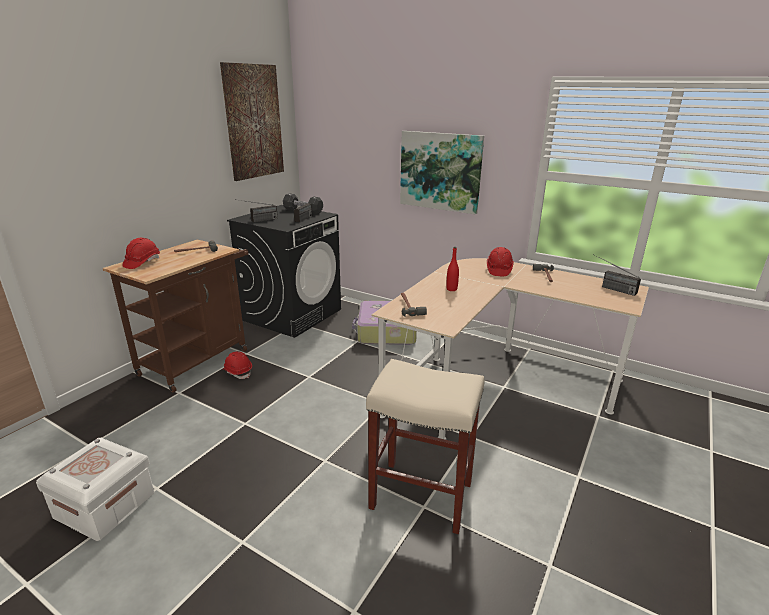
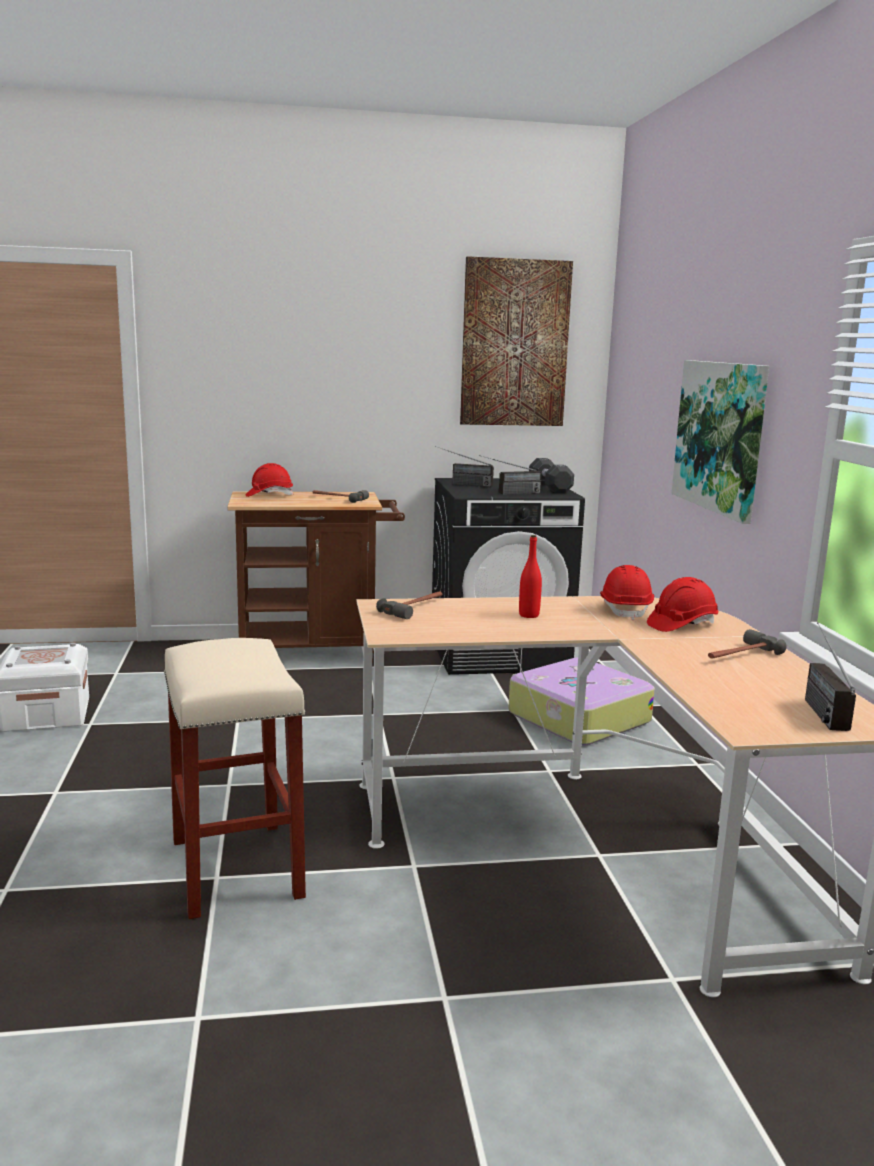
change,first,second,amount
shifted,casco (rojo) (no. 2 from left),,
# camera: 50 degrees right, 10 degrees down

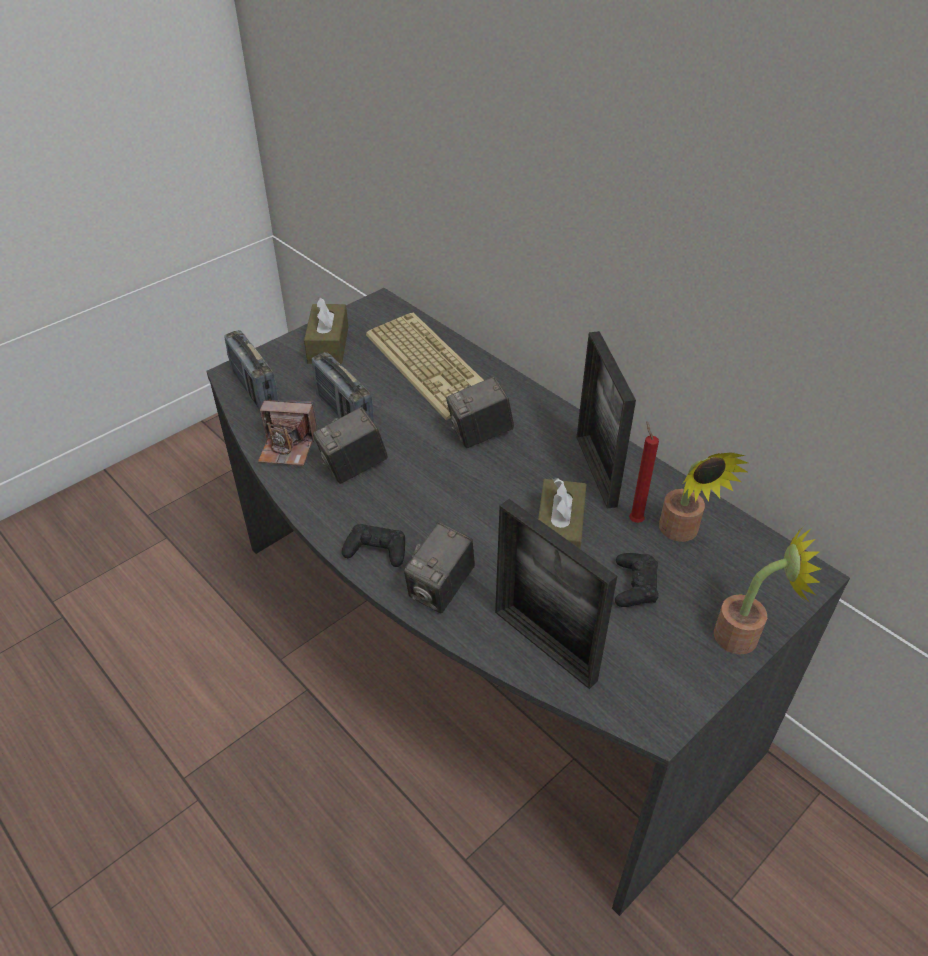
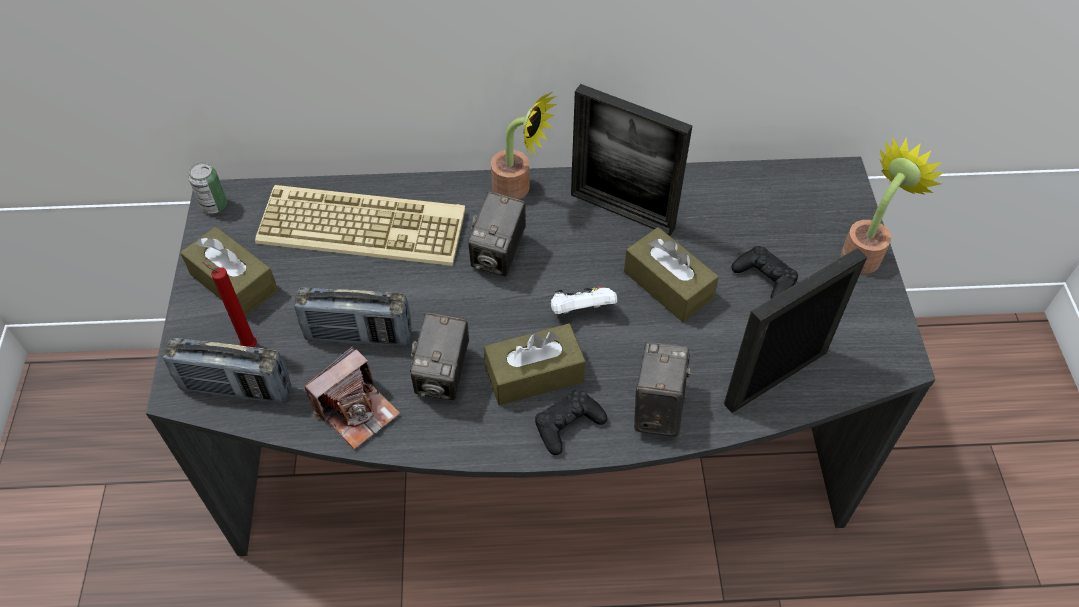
change,first,second,amount
new,,lata,
new,,caja de pañuelos (marrón) (no. 2 from left),
new,,mando de consola (blanco),
shifted,vela (rojo),,
shifted,planta en maceta (no. 1 from left),,
rotated,cámara (no. 3 from left in the first image),cámara (no. 4 from left),150 degrees counterclockwise
rotated,portarretratos (no. 1 from left in the first image),portarretratos (no. 2 from left),150 degrees clockwise
# camera: 50 degrees left, 10 degrees up

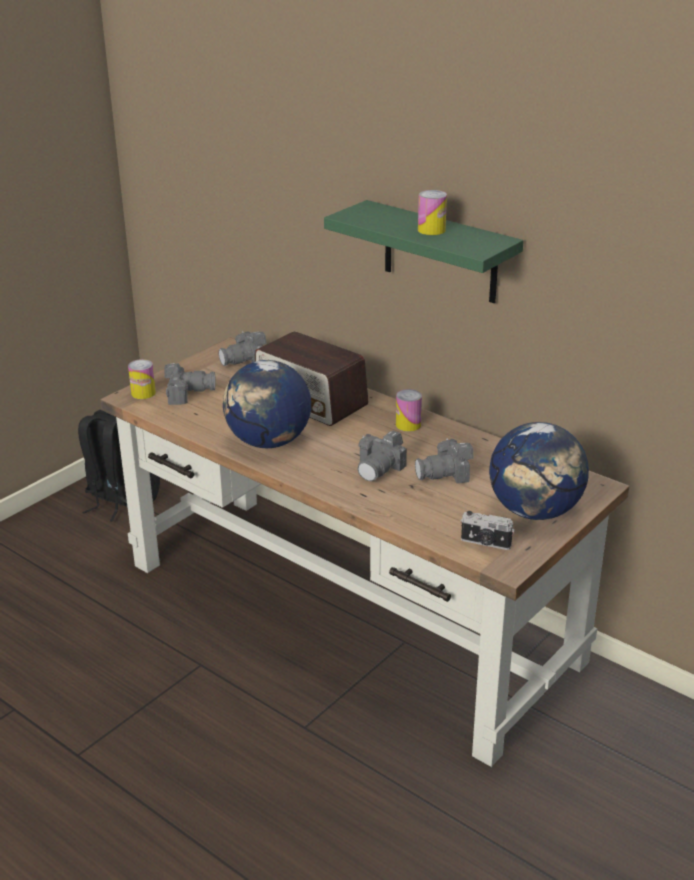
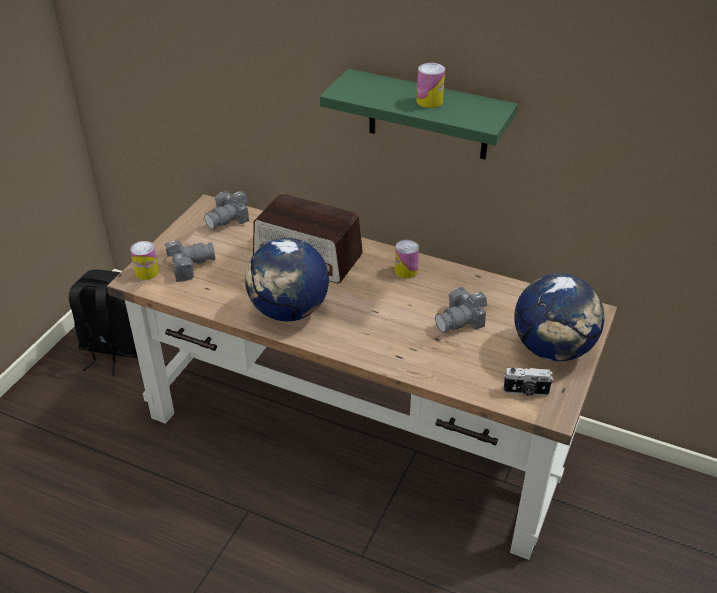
change,first,second,amount
gone,cámara (no. 3 from left),,
# camera: 15 degrees left, 10 degrees up

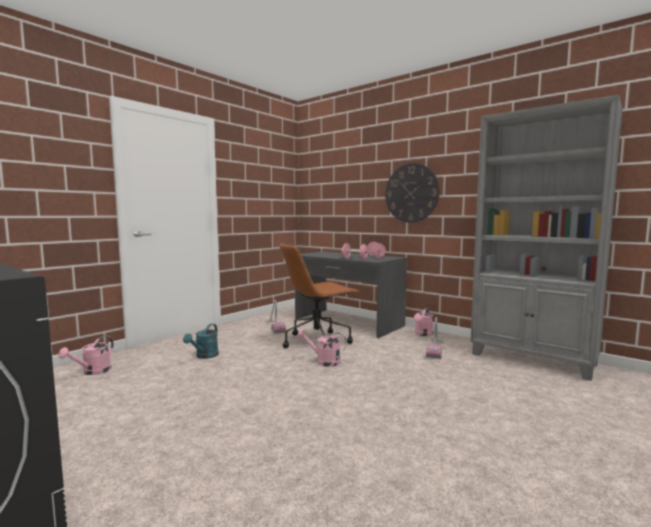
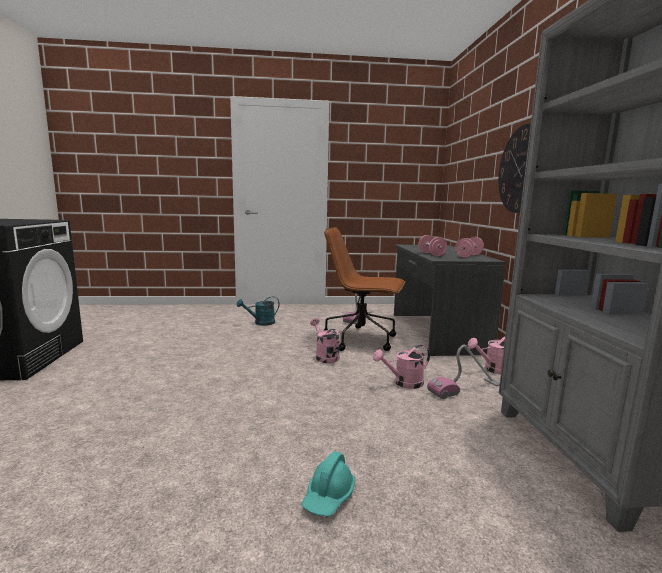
change,first,second,amount
new,,casco (turquesa),
shifted,regadera (rosa) (no. 1 from left in the first image),regadera (rosa) (no. 2 from left),
# camera: 45 degrees right, 5 degrees up

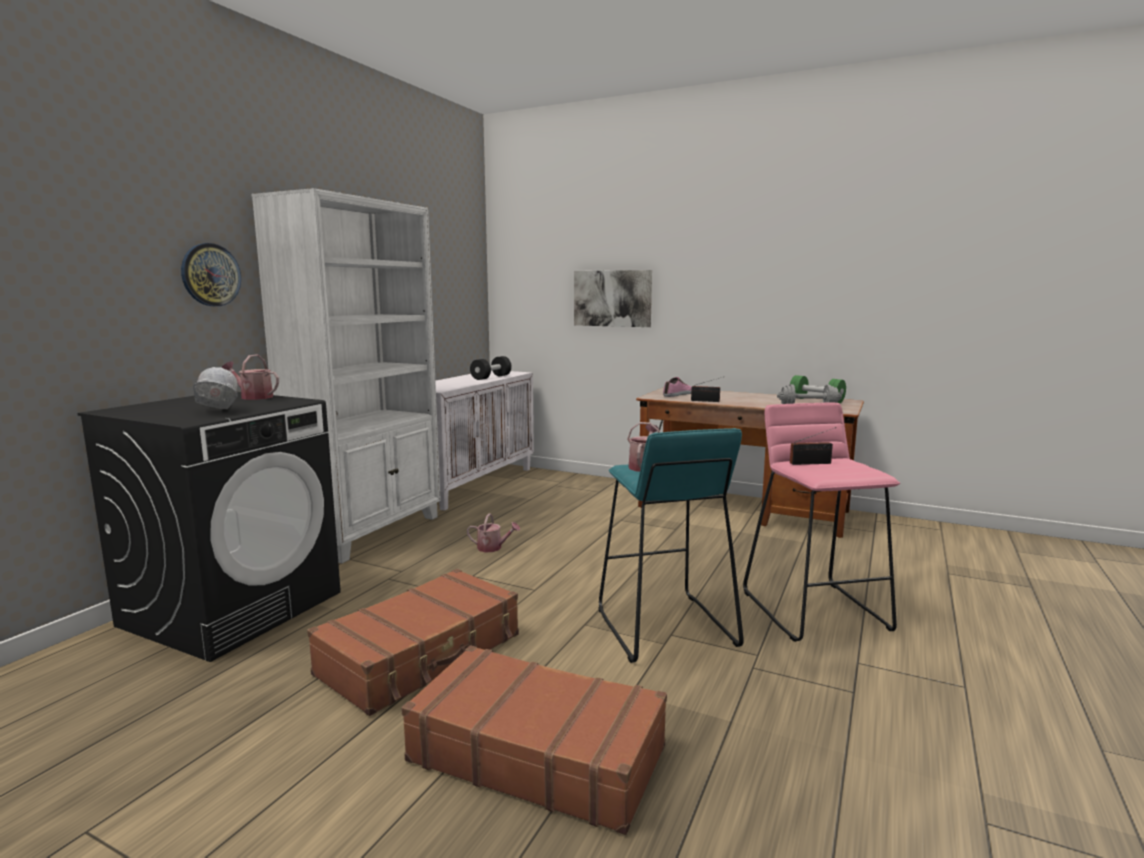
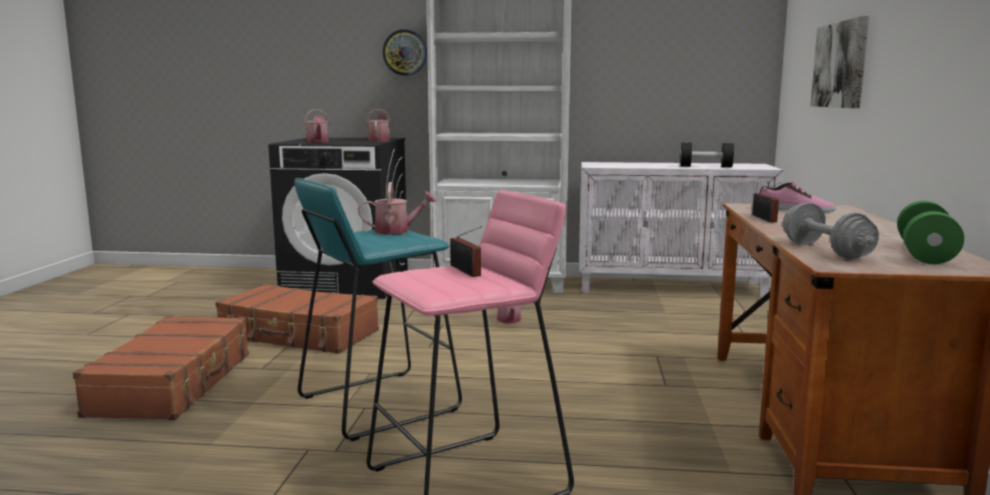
change,first,second,amount
swapped,casco (blanco),regadera (no. 1 from left),
# camera: 70 degrees right, 0 degrees up

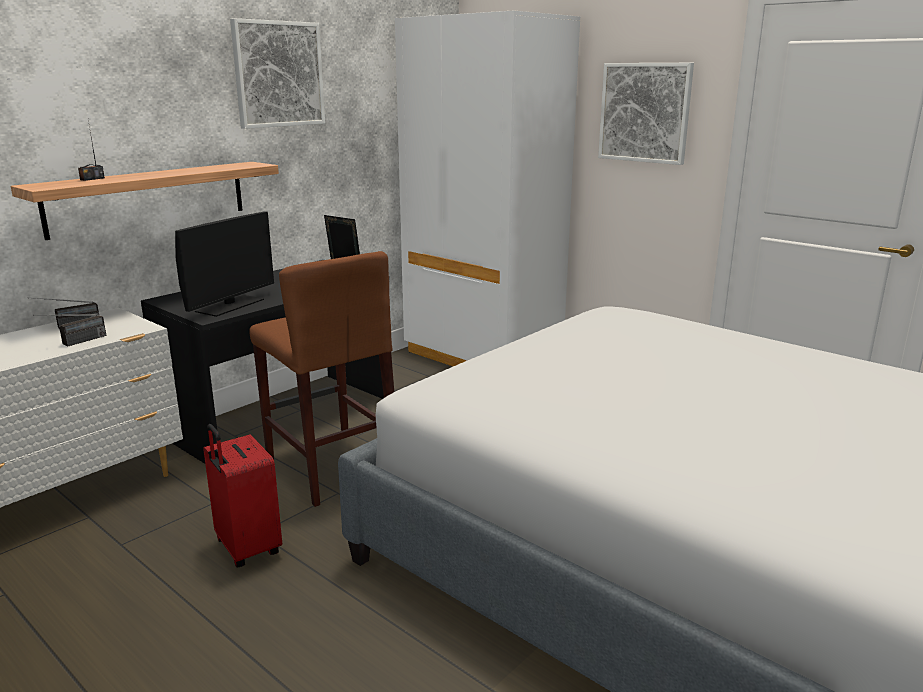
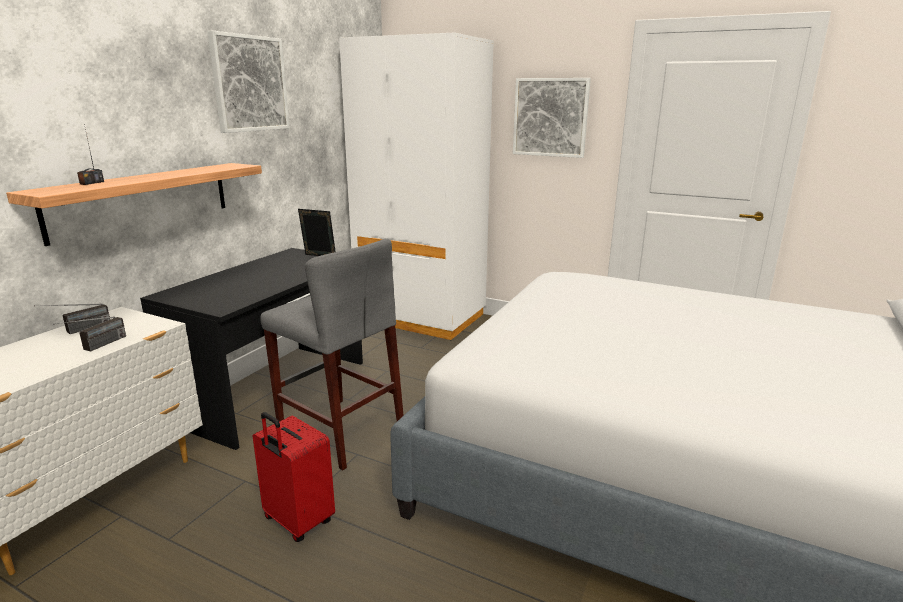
change,first,second,amount
gone,monitor,,
repainted,taburete (marrón),taburete (gris),
# camera: 15 degrees left, 0 degrees up

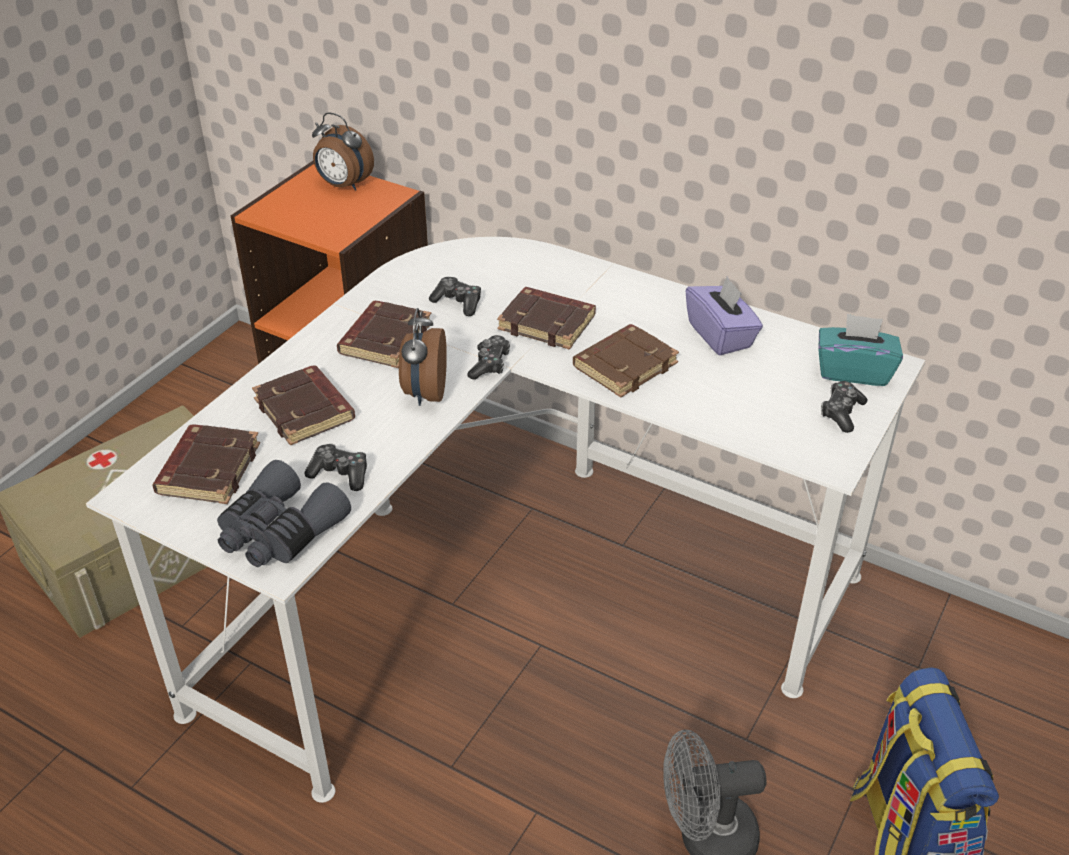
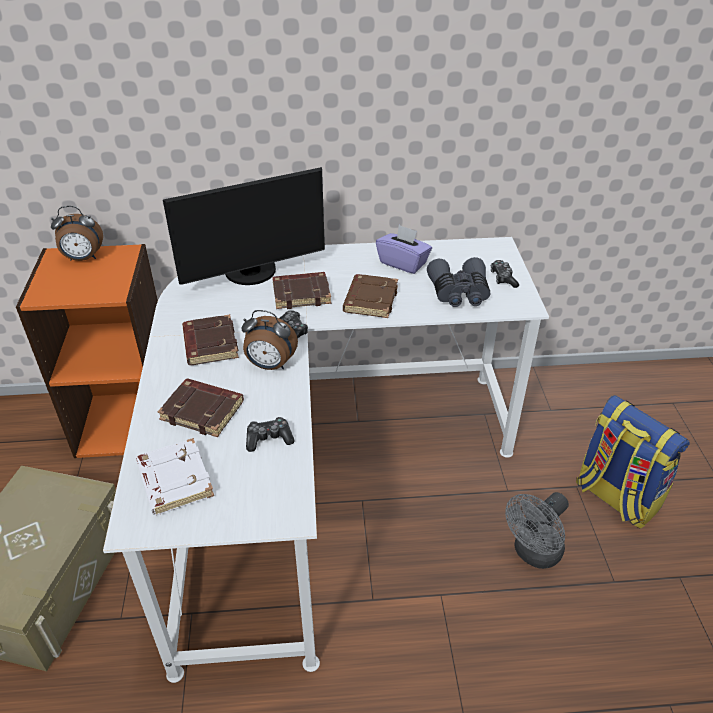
change,first,second,amount
gone,mando de consola (no. 2 from left),,
gone,caja de pañuelos (turquesa),,
new,,monitor,
shifted,prismáticos (gris),,
repainted,libro (marrón) (no. 1 from left),libro (blanco),
rotated,despertador (no. 2 from left),,45 degrees counterclockwise
# camera: 35 degrees left, 0 degrees up

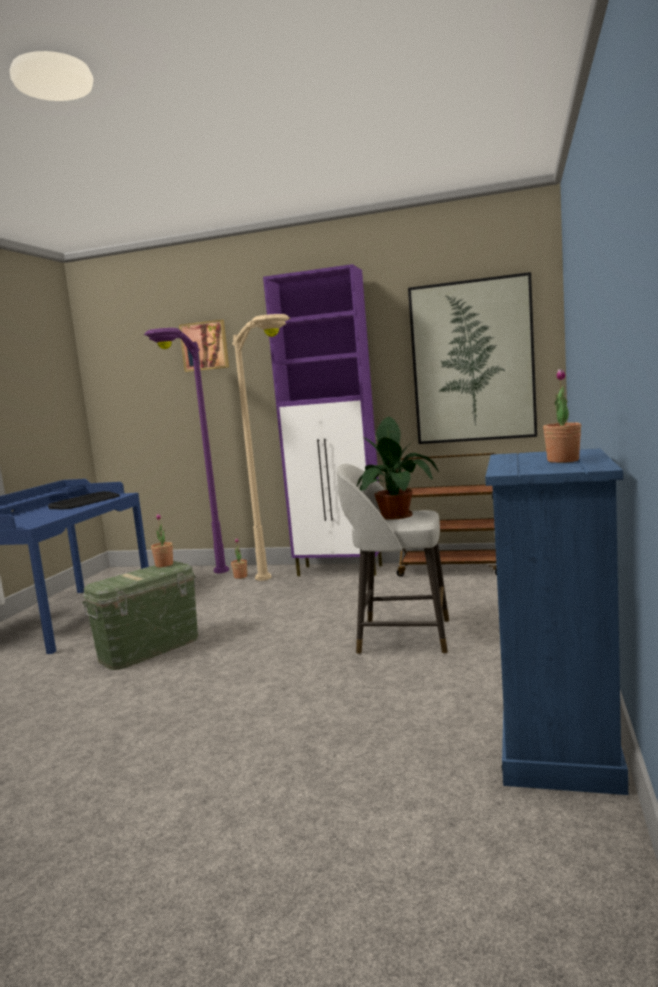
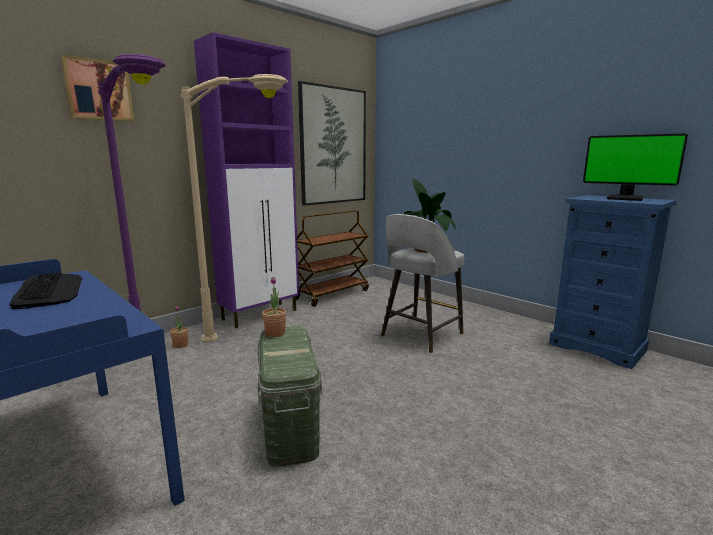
change,first,second,amount
swapped,planta en maceta (no. 4 from left),monitor,
# camera: 60 degrees left, 5 degrees up

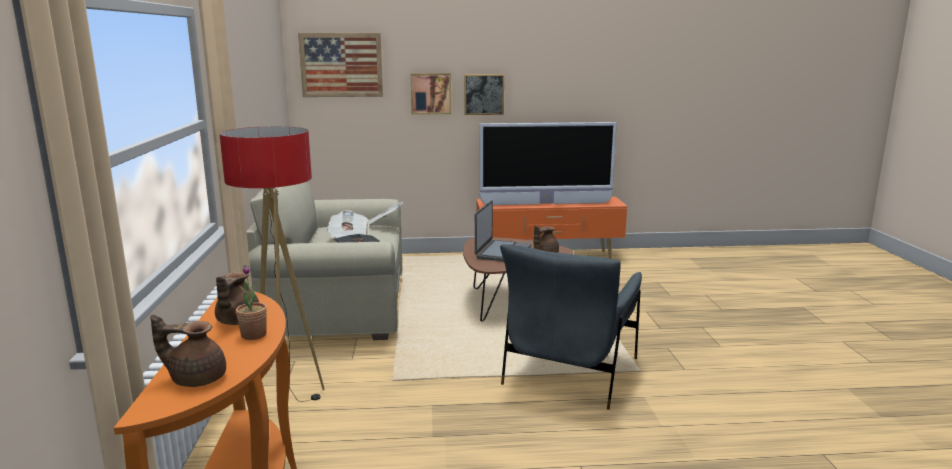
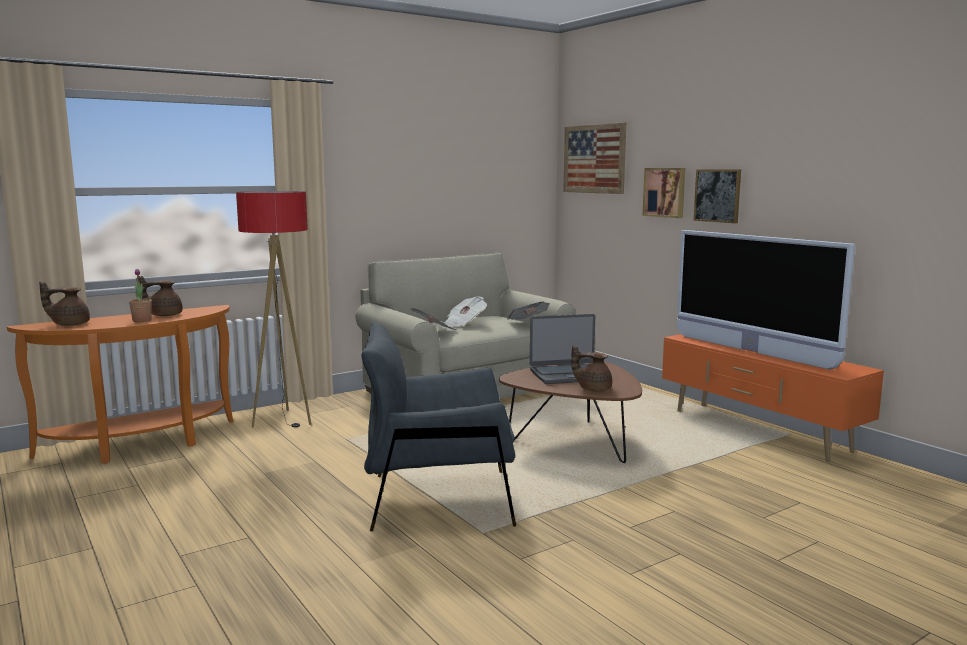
change,first,second,amount
rotated,tetera (marrón) (no. 1 from left),,75 degrees counterclockwise
# camera: 60 degrees right, 5 degrees down

